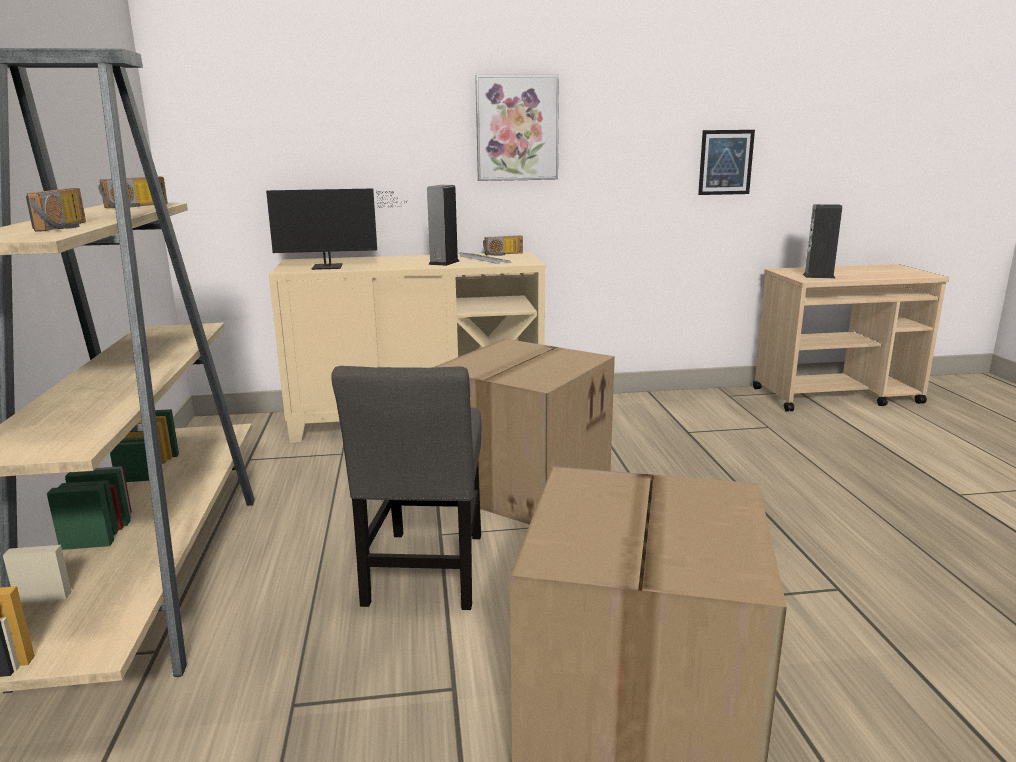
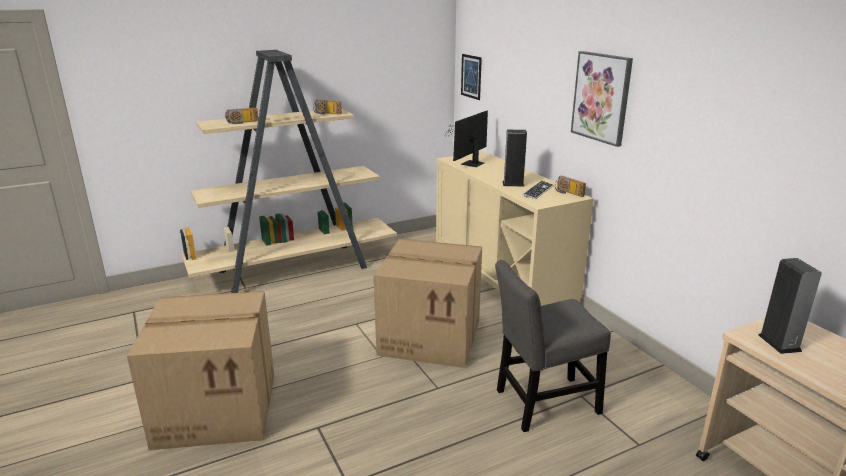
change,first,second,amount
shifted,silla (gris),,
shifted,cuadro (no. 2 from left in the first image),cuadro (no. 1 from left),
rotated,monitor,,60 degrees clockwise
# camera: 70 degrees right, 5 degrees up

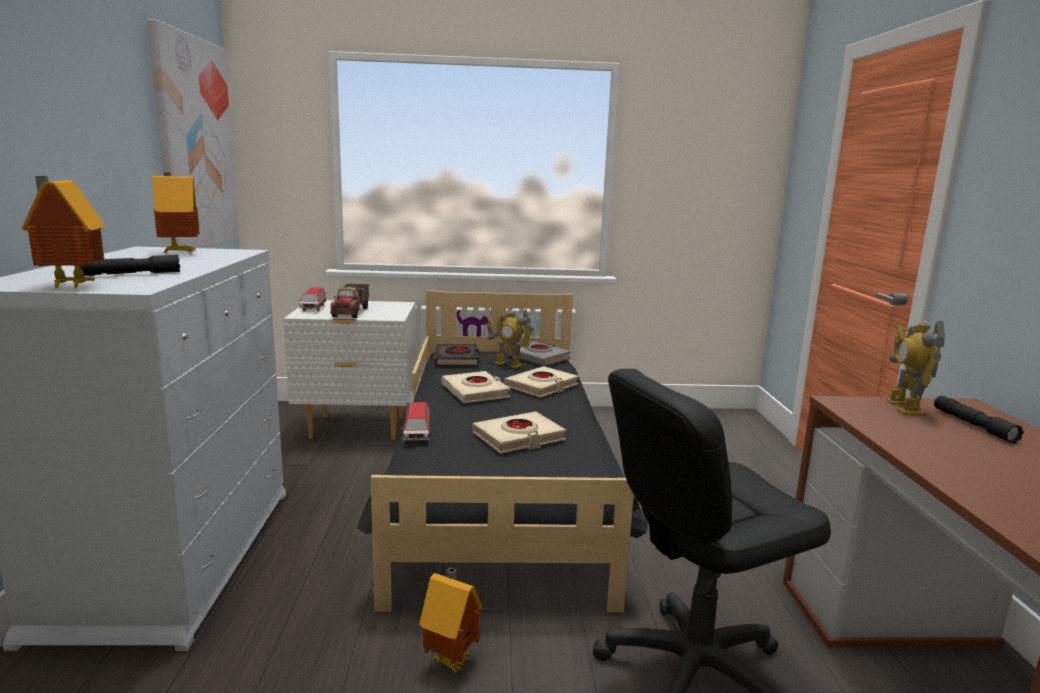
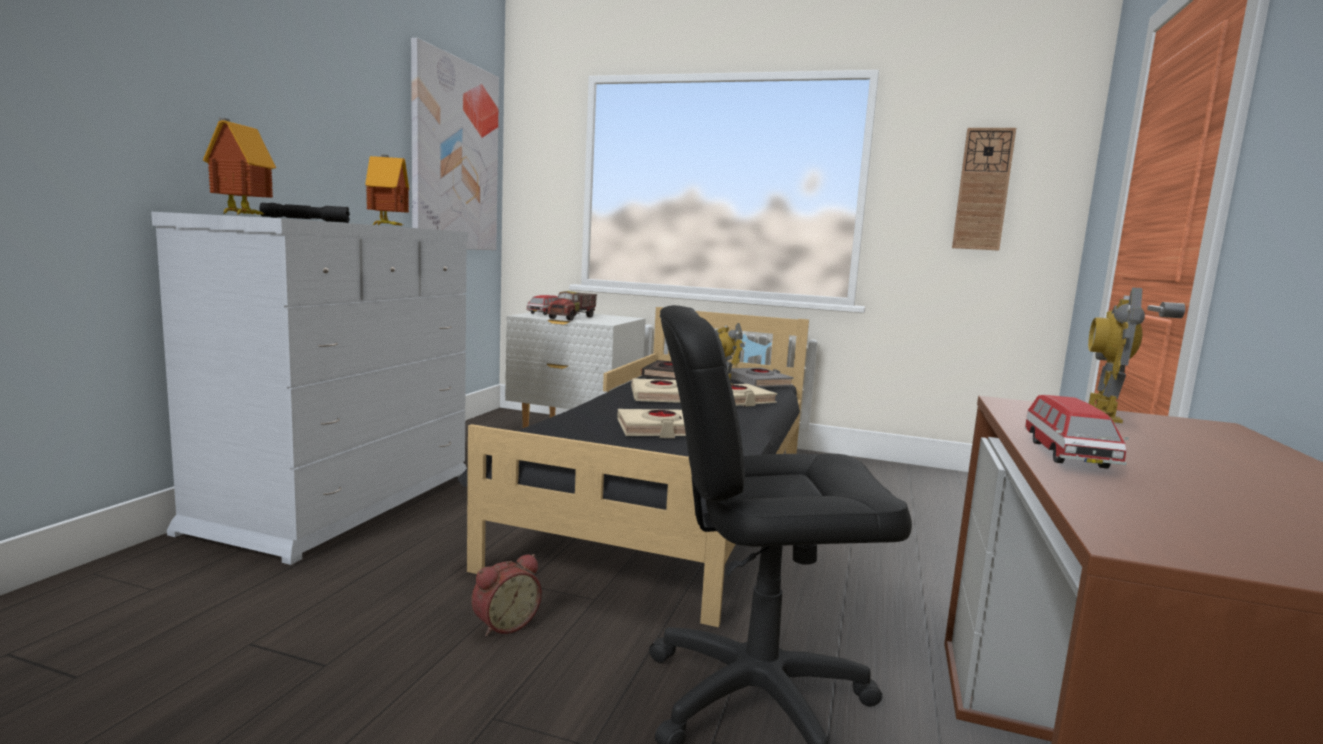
change,first,second,amount
gone,linterna (negro) (no. 2 from left),,
new,,reloj de pared,
shifted,coche de juguete (no. 2 from left),,
swapped,casita (no. 3 from left),despertador,
# camera: 20 degrees right, 5 degrees down

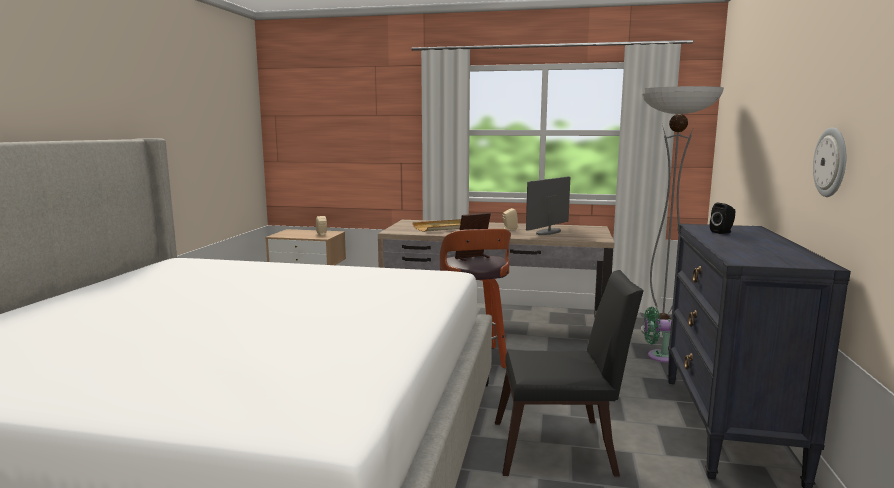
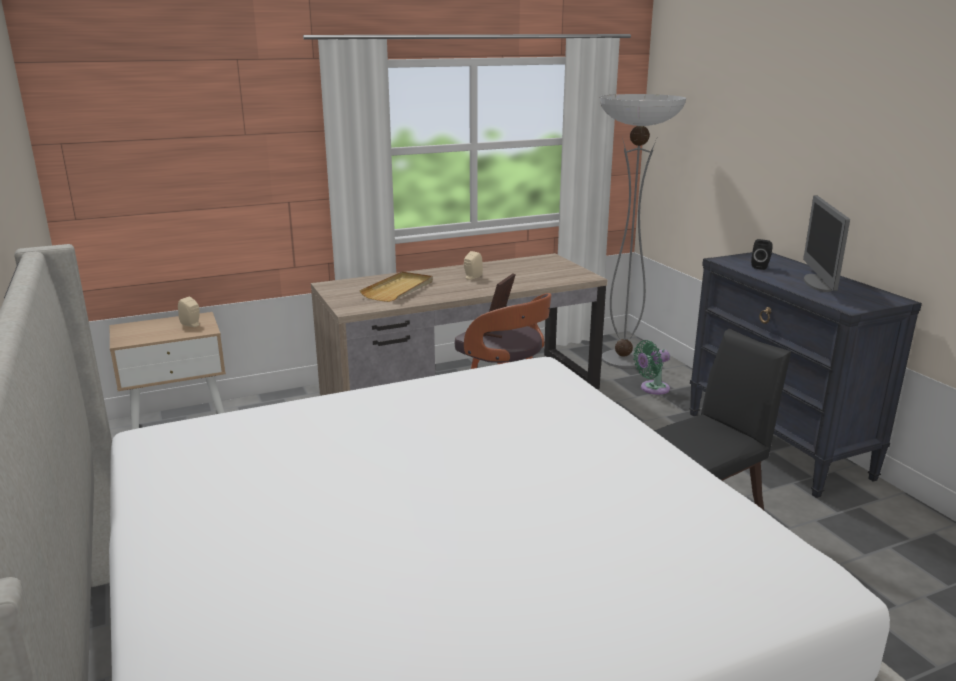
change,first,second,amount
gone,reloj de pared,,
shifted,monitor,,
# camera: 35 degrees left, 10 degrees up

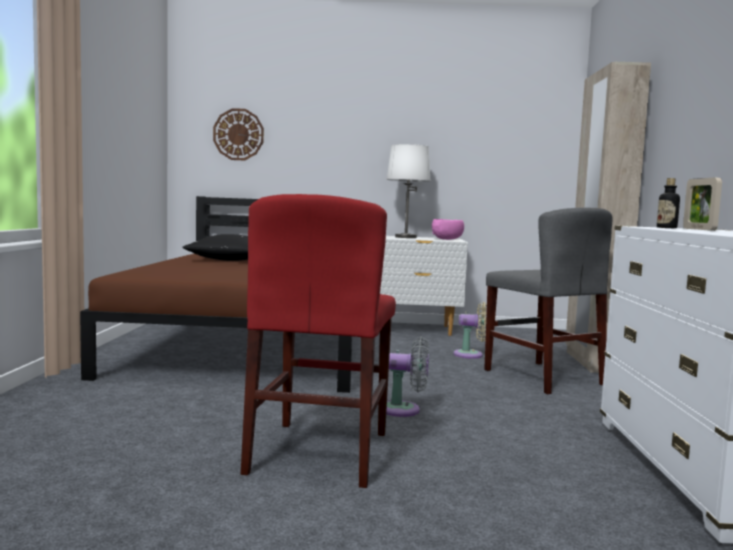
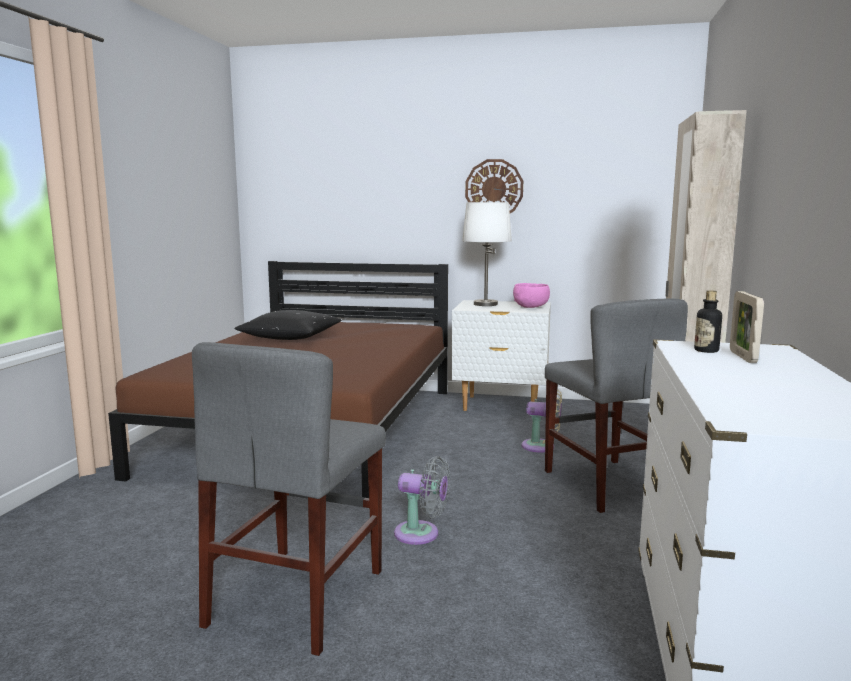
change,first,second,amount
shifted,reloj de pared,,
repainted,silla (rojo),silla (gris) (no. 1 from left),
# camera: 10 degrees right, 5 degrees up

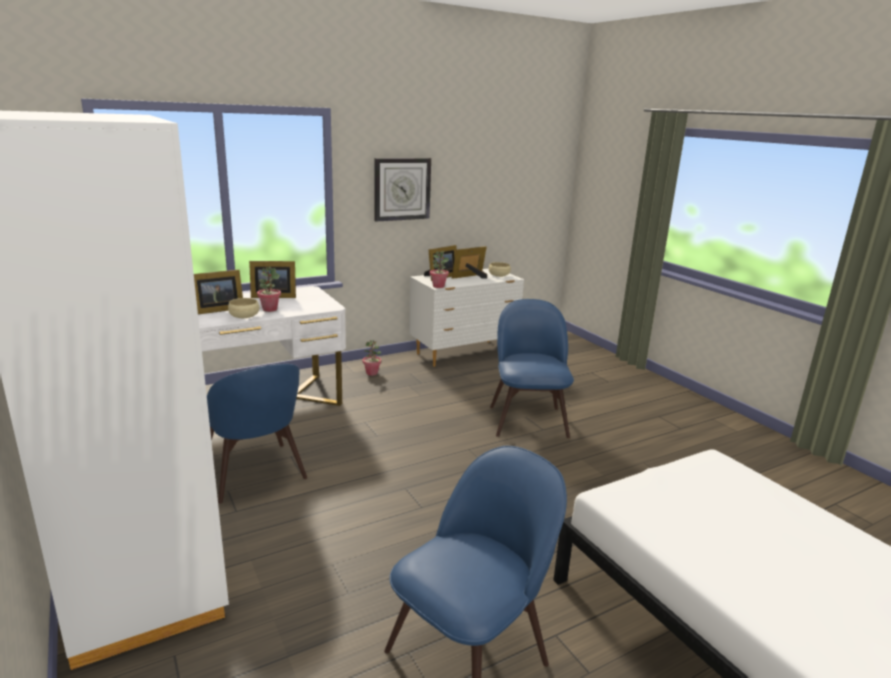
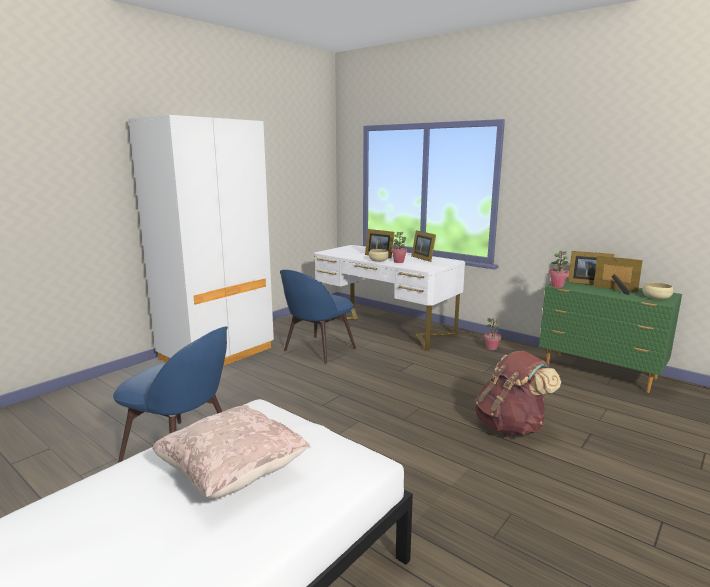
change,first,second,amount
gone,reloj de pared,,
new,,cojín (beis),
swapped,silla (azul) (no. 3 from left),mochila (marrón),
repainted,cómoda (blanco),cómoda (verde),
# camera: 70 degrees right, 5 degrees down

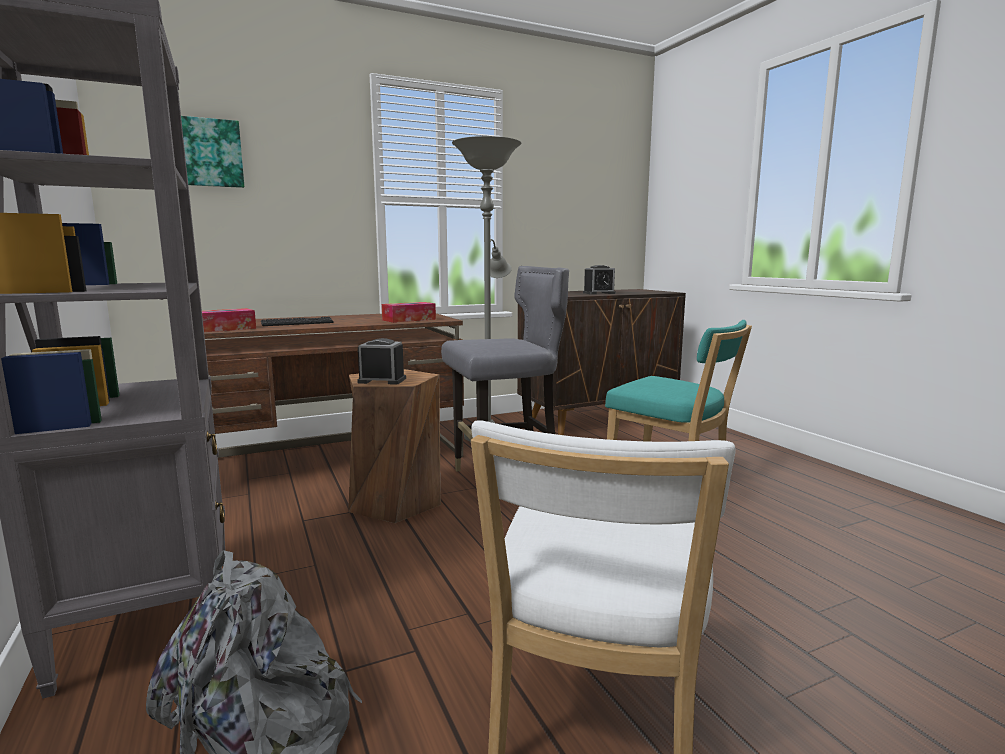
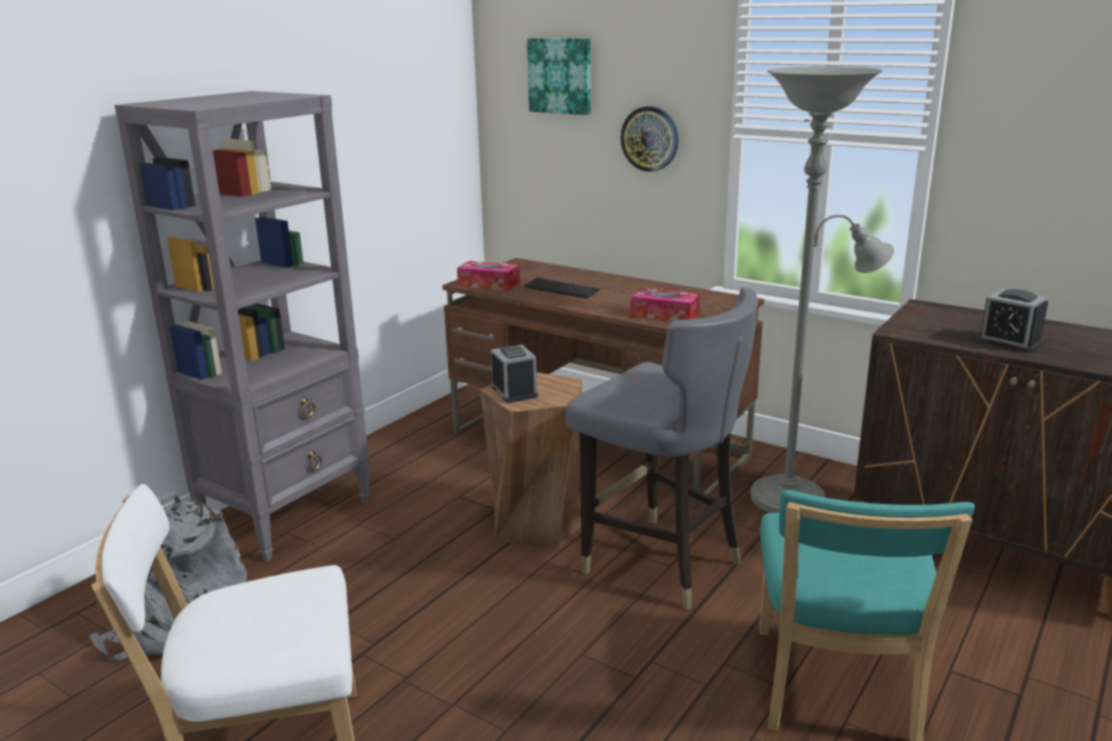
change,first,second,amount
new,,reloj de pared,
# camera: 60 degrees right, 10 degrees up

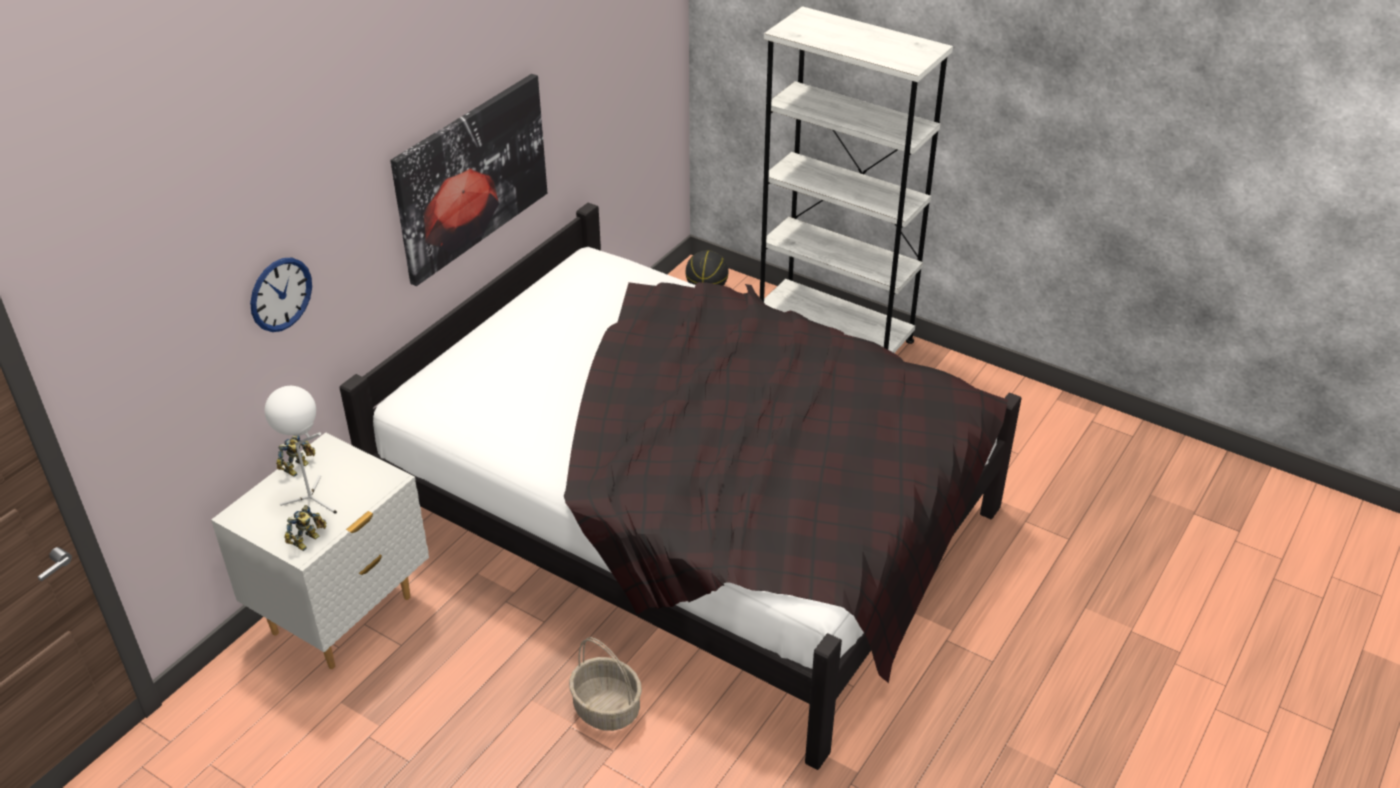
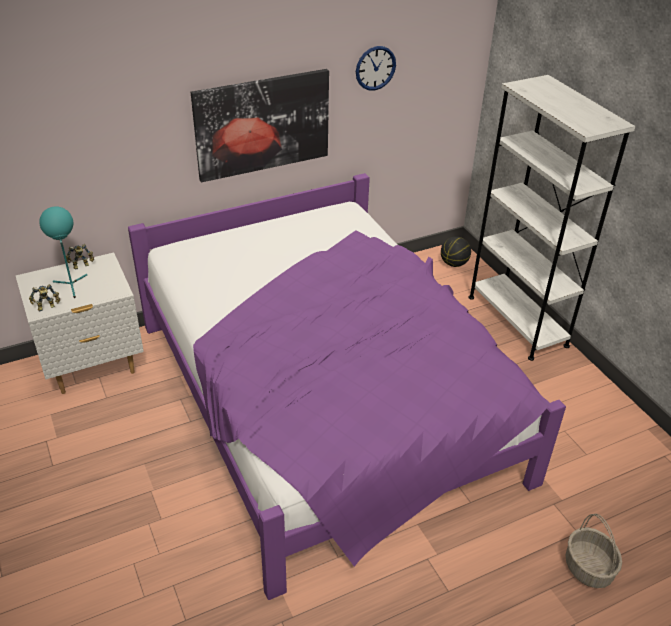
change,first,second,amount
shifted,reloj de pared,,
shifted,cesta,,
repainted,lámpara de mesa (blanco),lámpara de mesa (turquesa),
repainted,cama (negro),cama (morado),
# camera: 30 degrees right, 0 degrees up

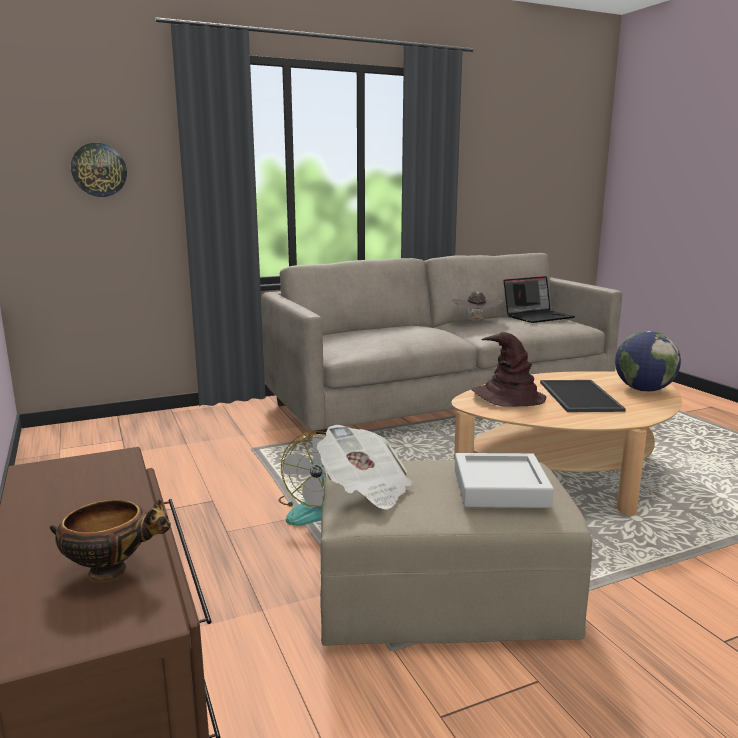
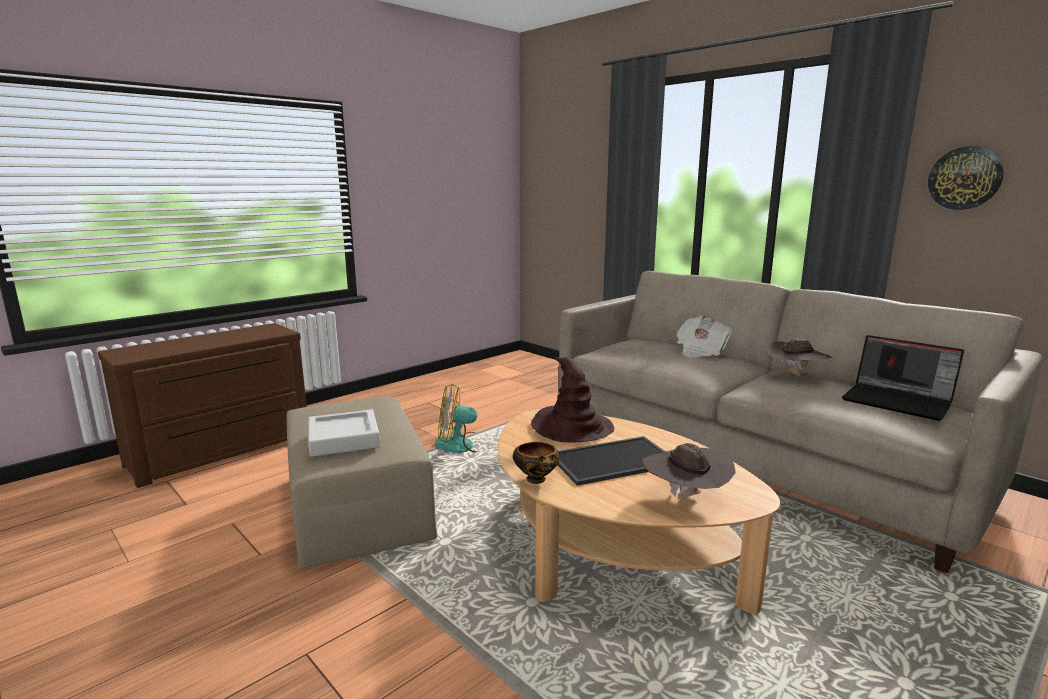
change,first,second,amount
shifted,cuenco,,
shifted,reloj de pared,,
shifted,periódico,,
swapped,globo terráqueo,sombrero (marrón) (no. 2 from left),
# camera: 70 degrees right, 0 degrees up

